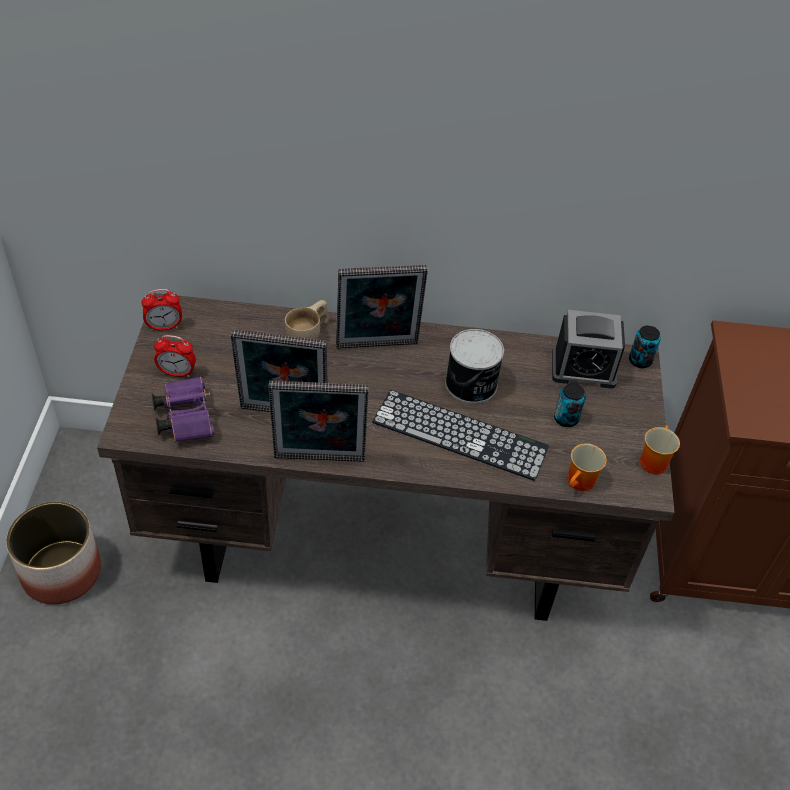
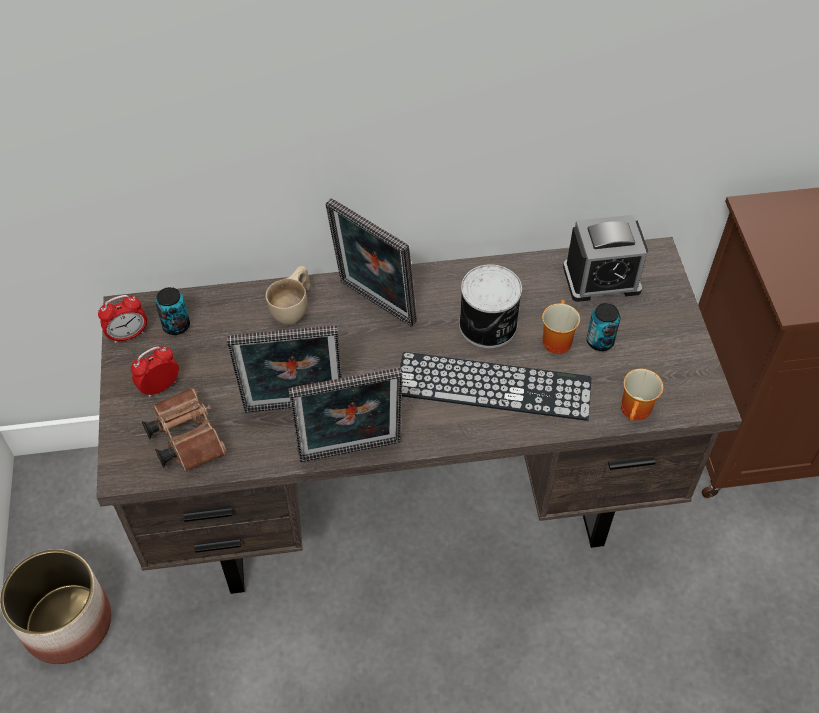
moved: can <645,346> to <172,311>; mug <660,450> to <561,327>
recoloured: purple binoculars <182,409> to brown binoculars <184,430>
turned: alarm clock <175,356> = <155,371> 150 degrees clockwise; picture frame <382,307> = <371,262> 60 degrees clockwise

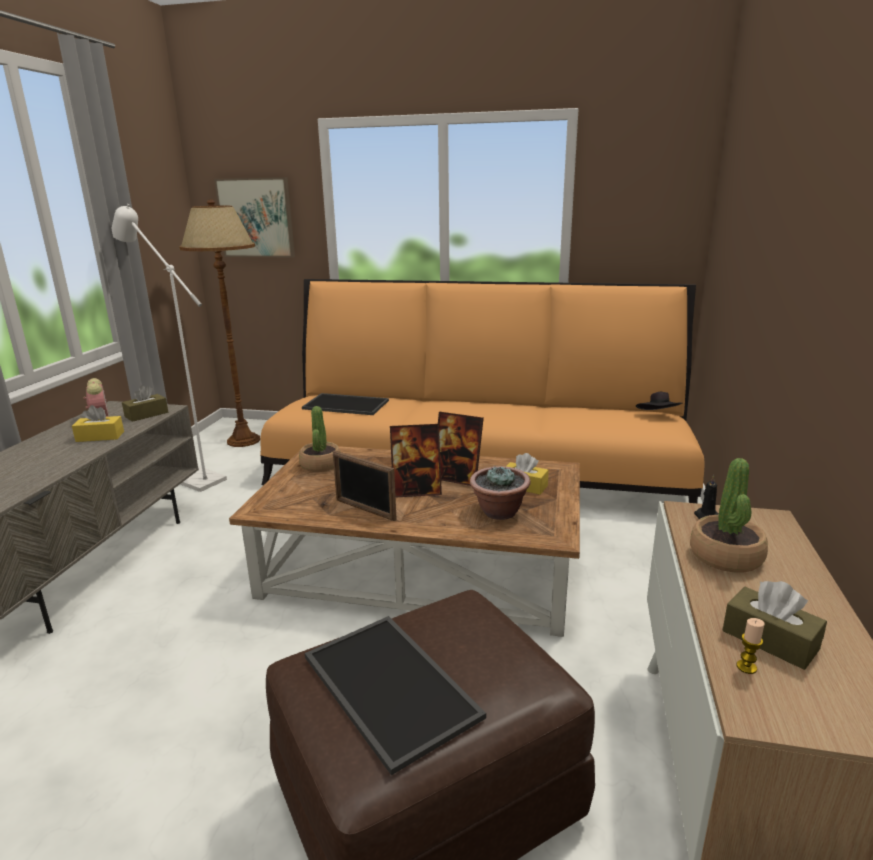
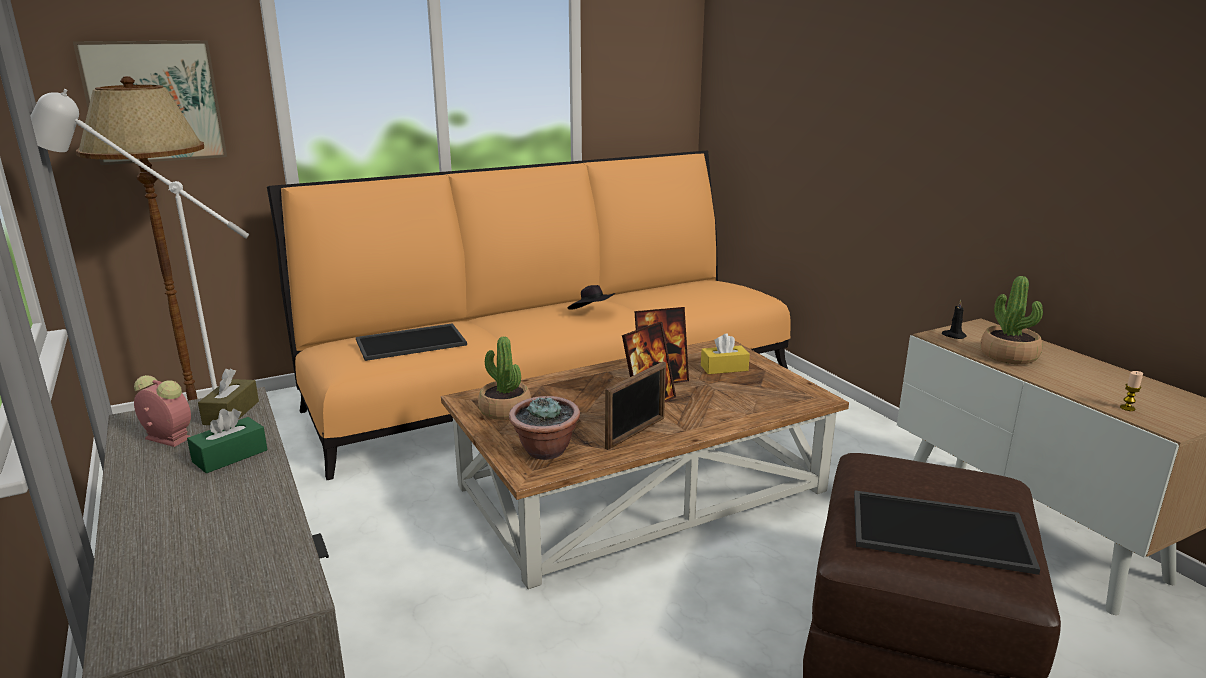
removed: brown tissue box <775,625>
moved: potted plant <500,493> to <544,428>; black hat <659,401> to <591,297>
recoloured: yellow tissue box <98,423> to green tissue box <227,441>
turned: picture frame <365,485> = <635,406> 45 degrees counterclockwise

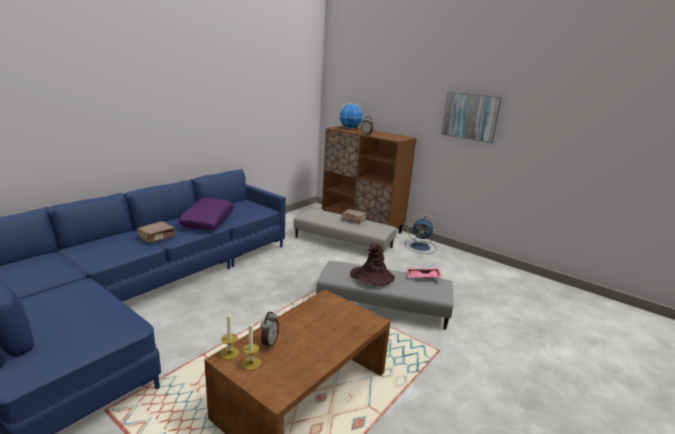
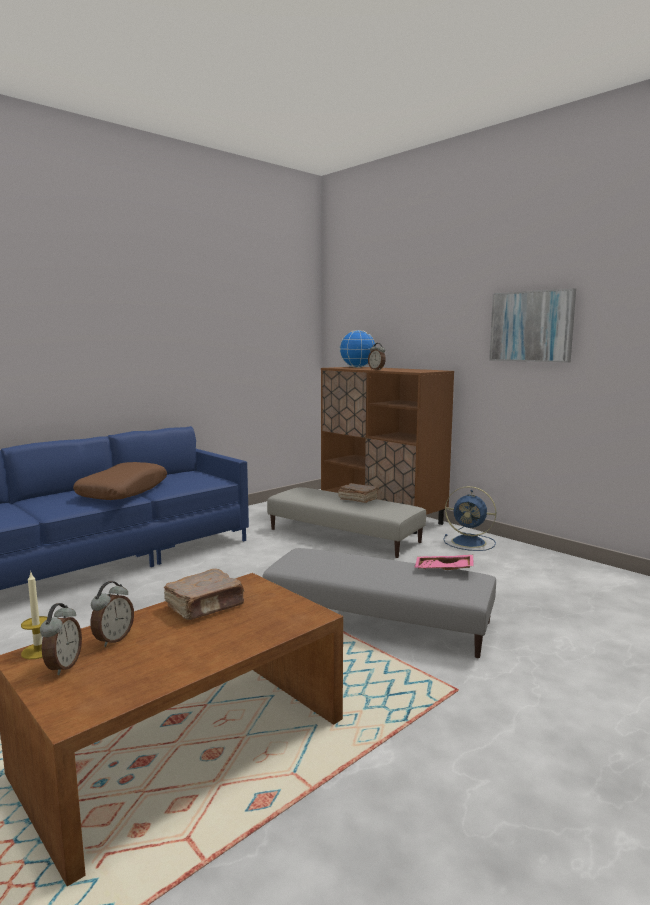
removed: brown hat <372,264>
moved: brown book <156,232> to <204,594>
replaced: candle <251,345> to alarm clock <61,639>
recoloured: purple pillow <206,214> to brown pillow <120,481>

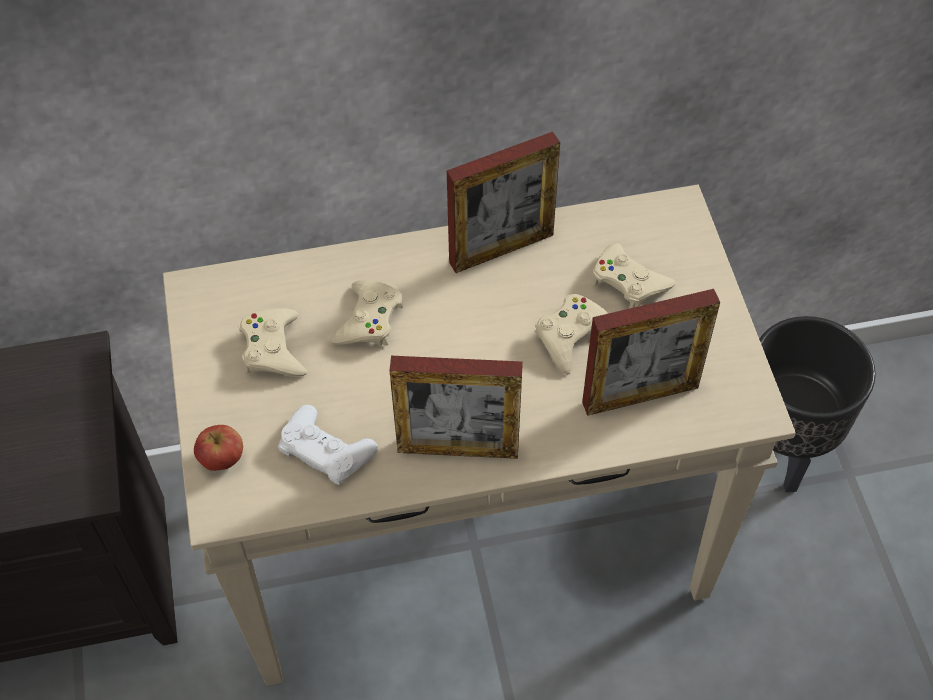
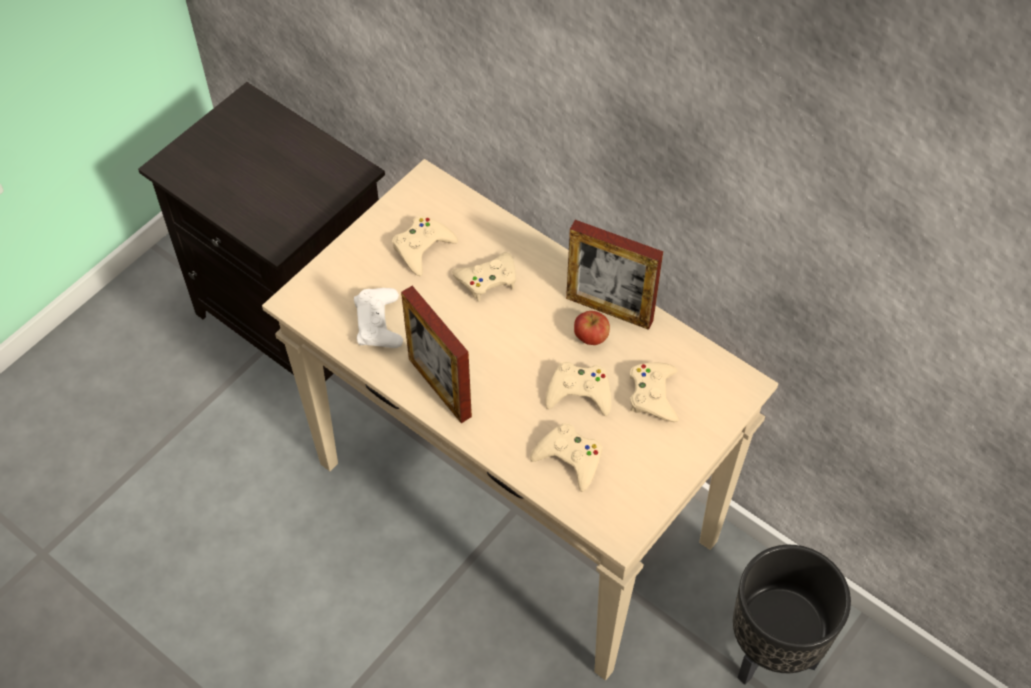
moved: apple <218,448> to <592,328>
replaced: picture frame <651,352> to beige game controller <566,457>

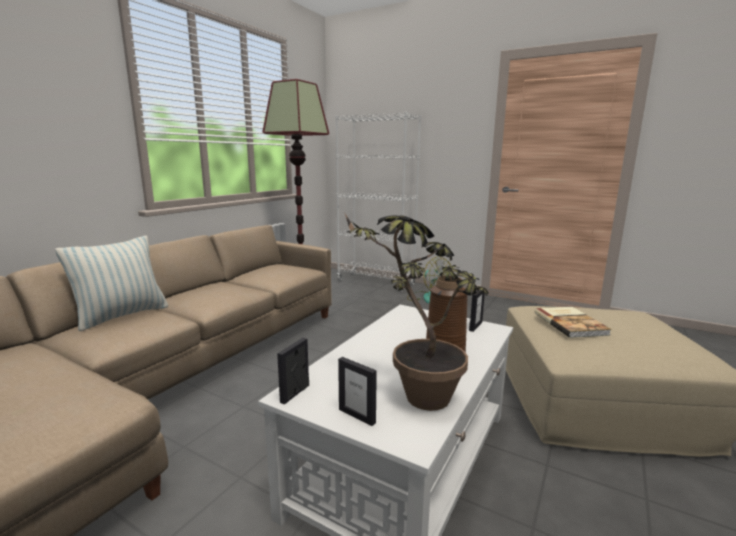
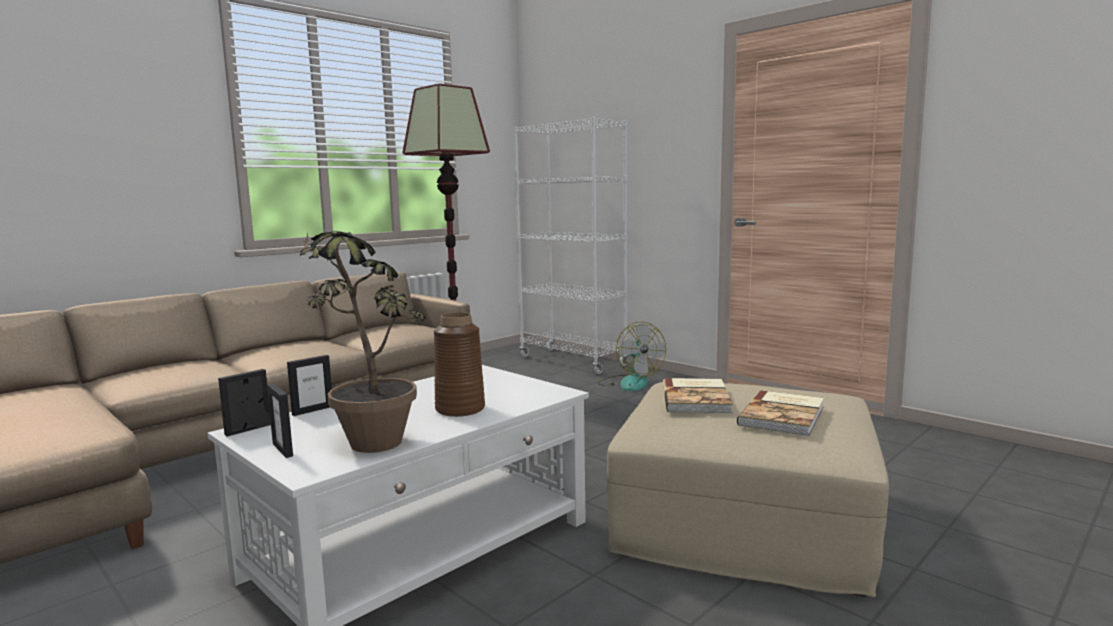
removed: pillow <111,283>
added: book <780,413>
moved: picture frame <477,311> to <309,385>

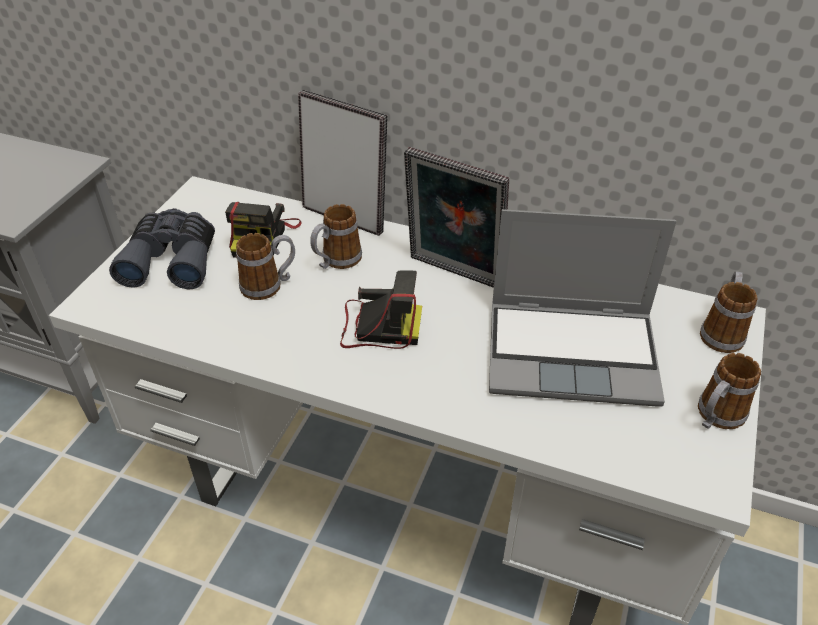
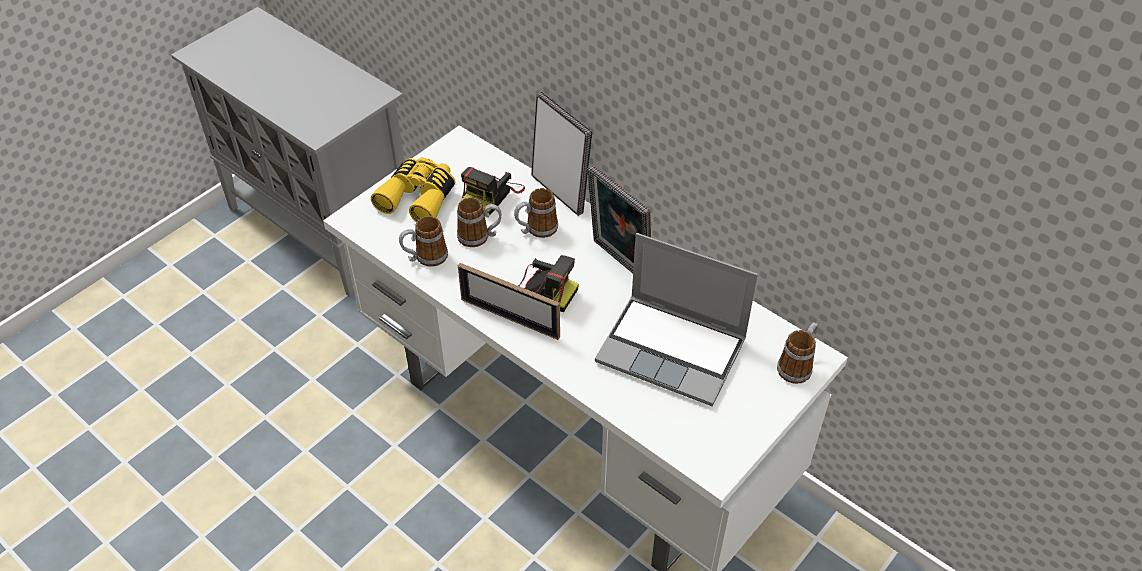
added: picture frame <509,301>
moved: mug <729,391> to <423,241>
recoloured: grey binoculars <162,248> to yellow binoculars <413,189>

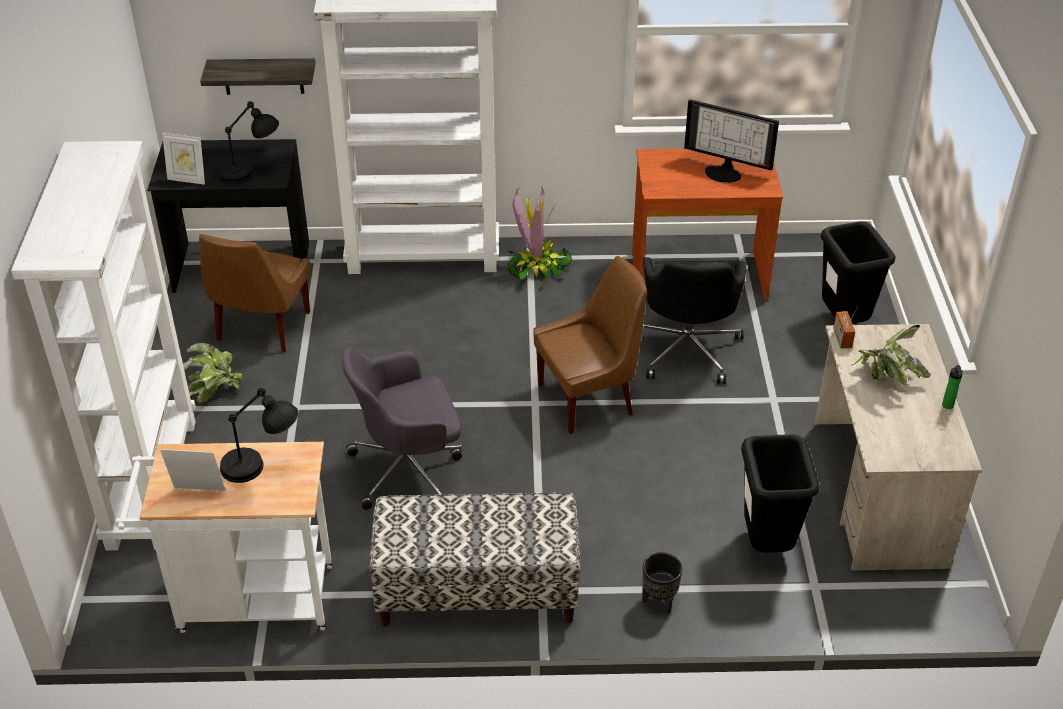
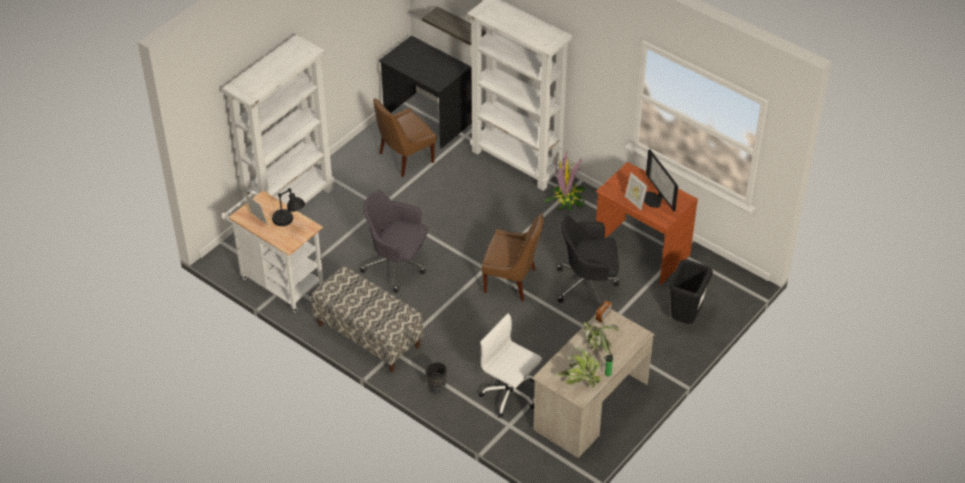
removed: black table lamp <249,142>
moved: potted plant <212,373> to <579,368>; picture frame <183,159> to <636,191>
replaced: black trash can <780,493> to white office chair <510,366>
turned: black office chair <695,320> = <588,260> 45 degrees clockwise

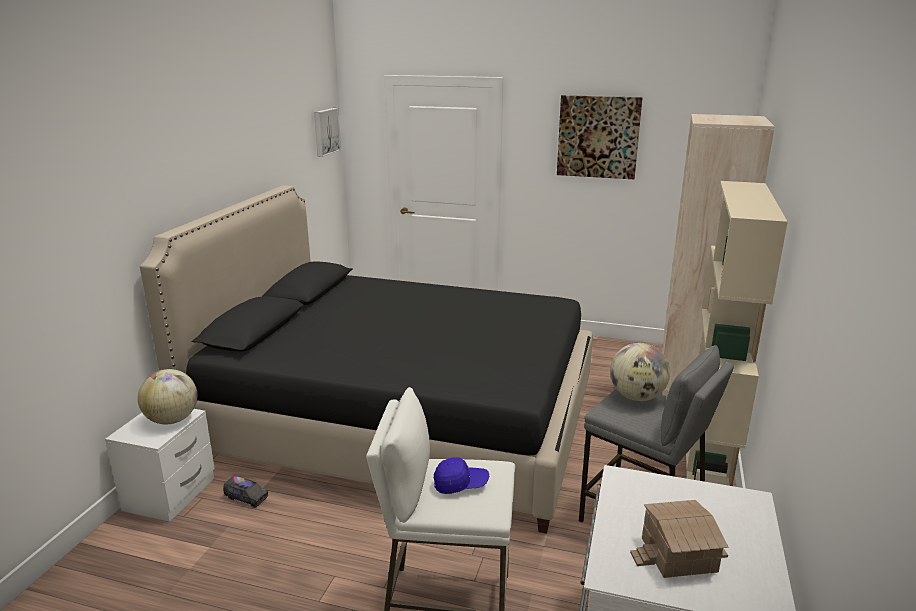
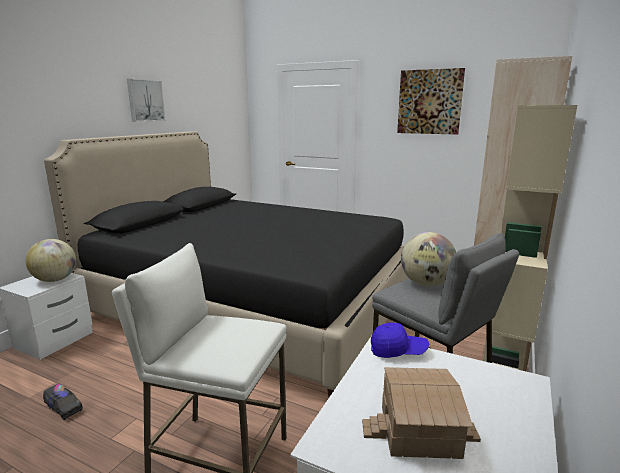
moved: toy truck <245,492> to <63,401>; picture <327,132> to <146,100>; blue cap <461,475> to <400,340>

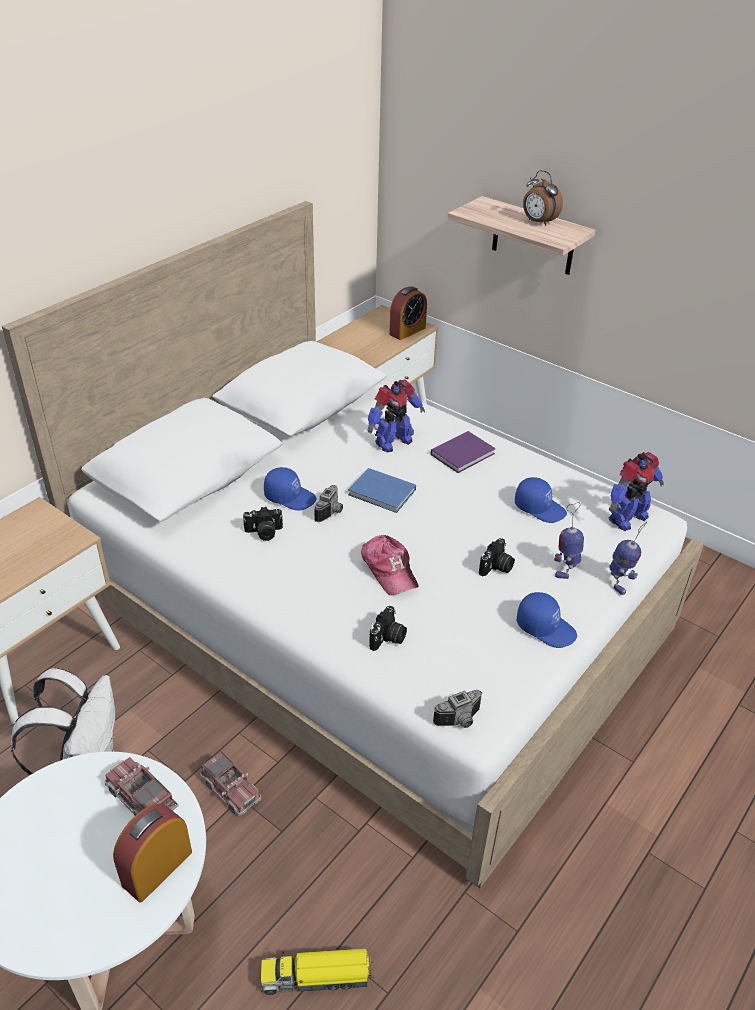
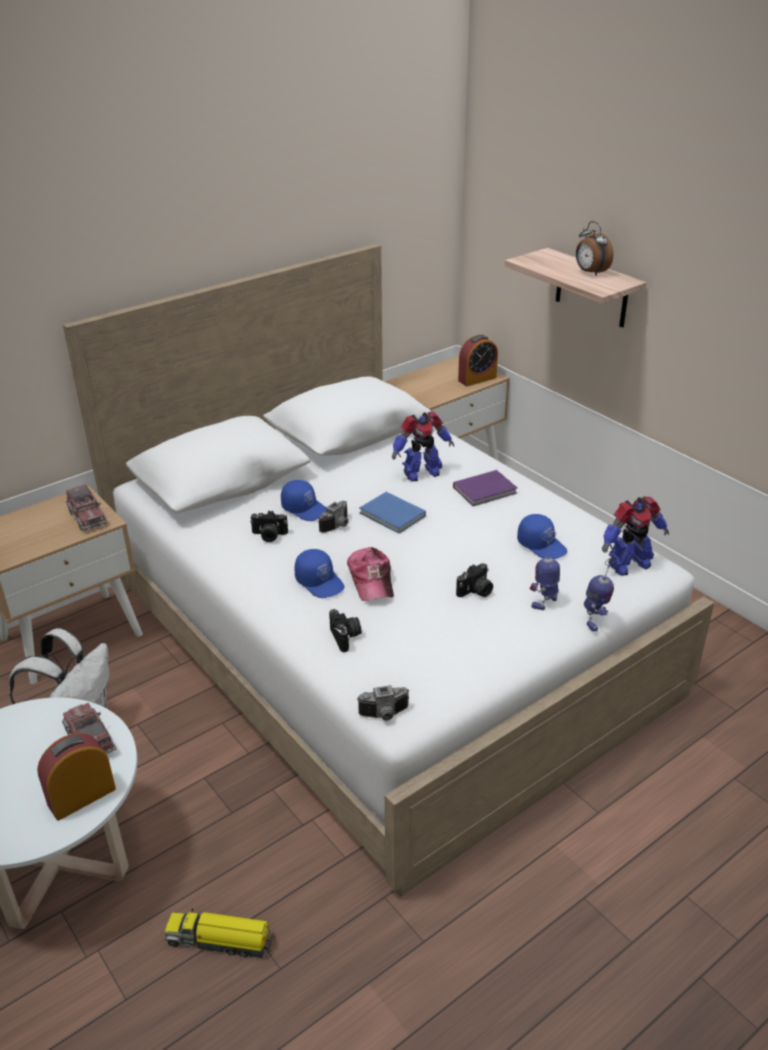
moved: toy truck <230,783> to <86,508>; blue cap <547,620> to <319,573>
turned: photo camera <388,628> = <345,630> 60 degrees counterclockwise

